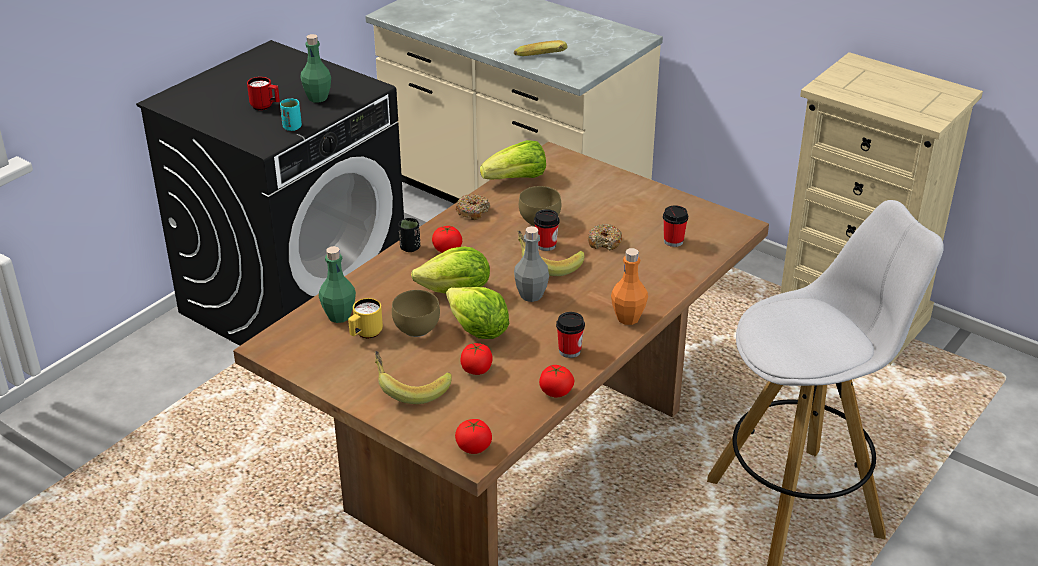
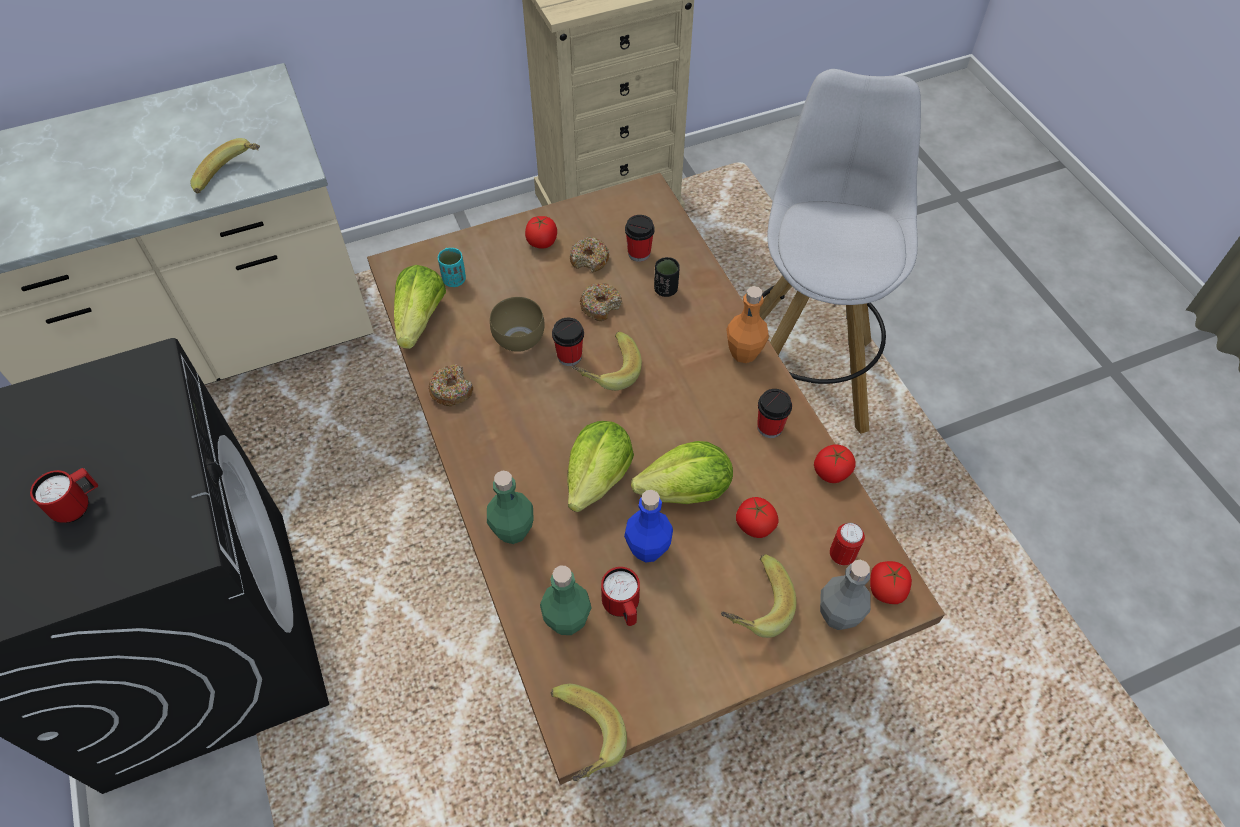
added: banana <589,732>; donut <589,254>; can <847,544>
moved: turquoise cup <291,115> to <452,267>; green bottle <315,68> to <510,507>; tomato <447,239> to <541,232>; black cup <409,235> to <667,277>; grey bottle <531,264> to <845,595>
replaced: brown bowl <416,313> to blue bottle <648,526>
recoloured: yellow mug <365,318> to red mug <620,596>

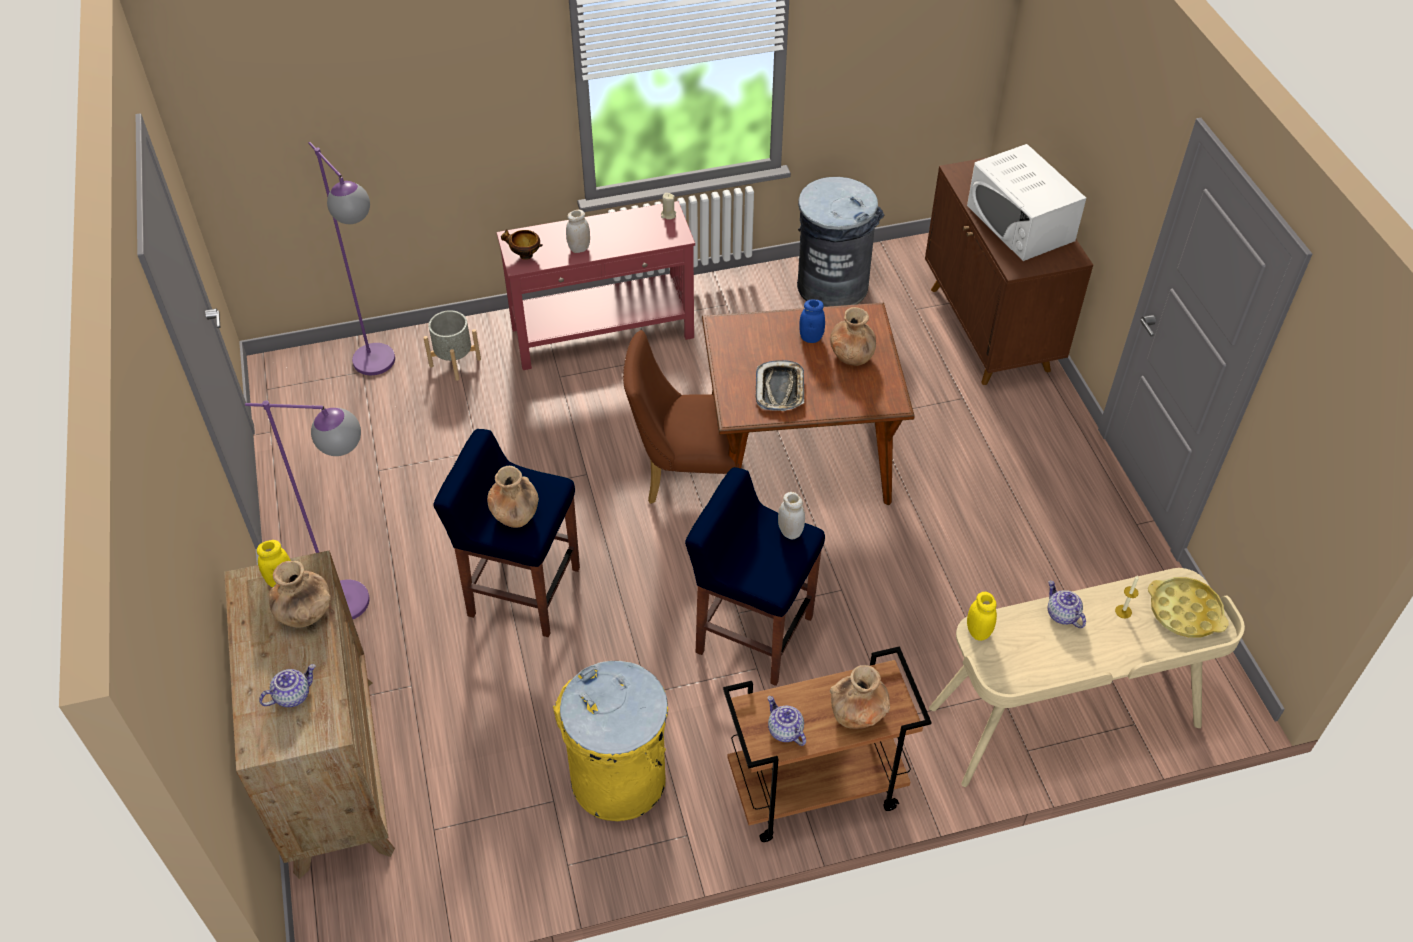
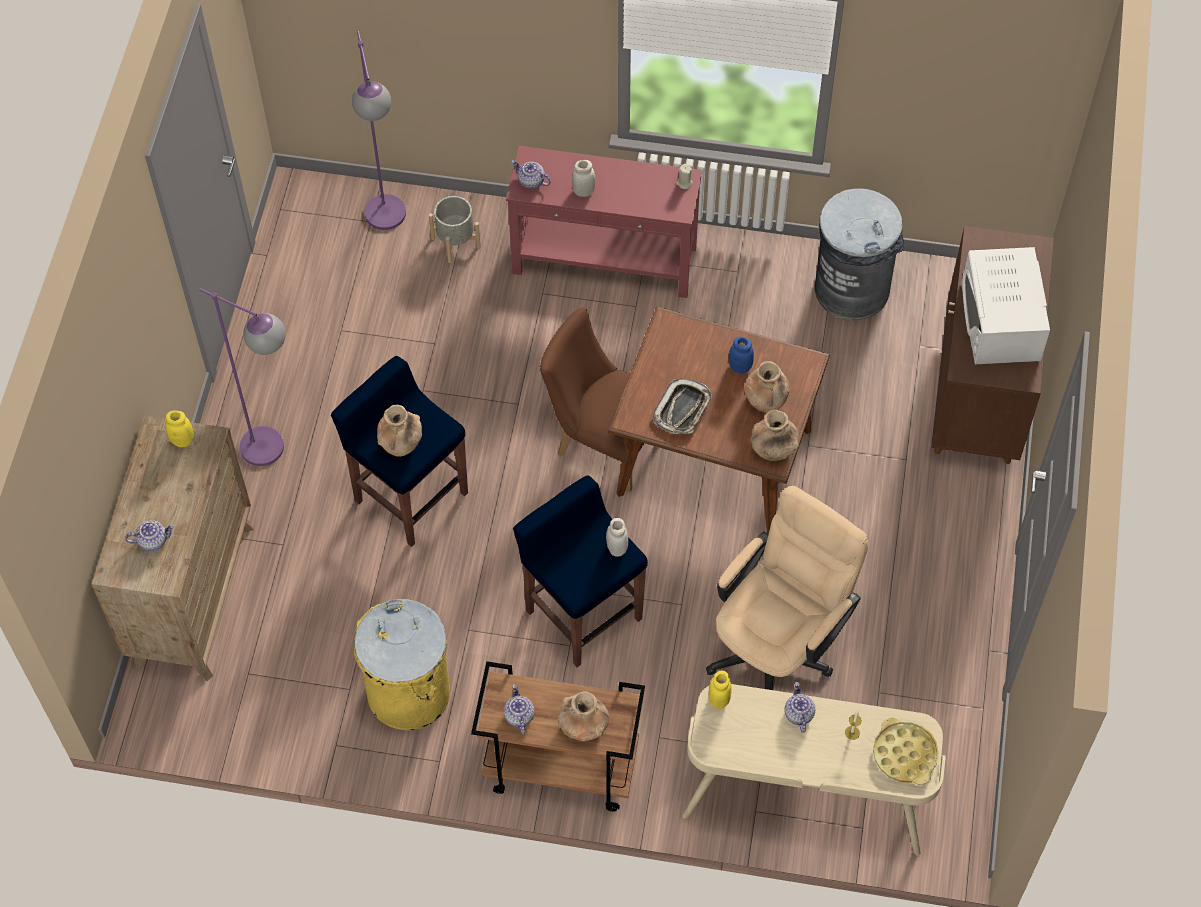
added: beige office chair <787,588>
moved: brown vase <300,594> to <775,435>
replaced: bowl <522,244> to teapot <531,174>

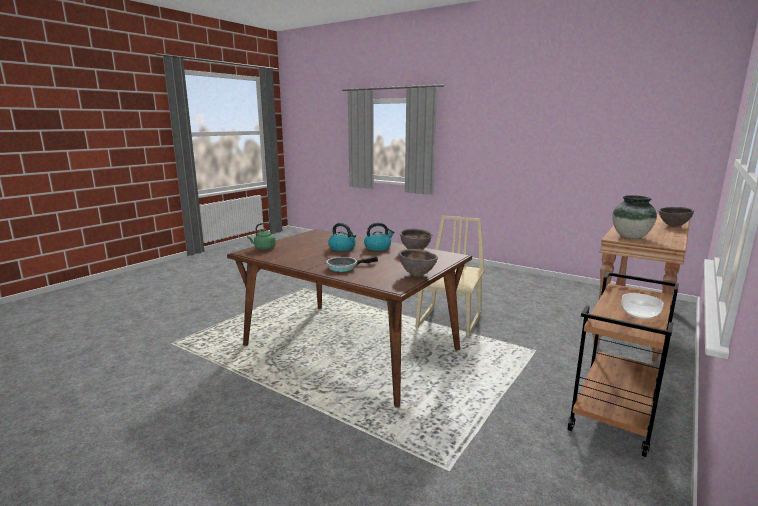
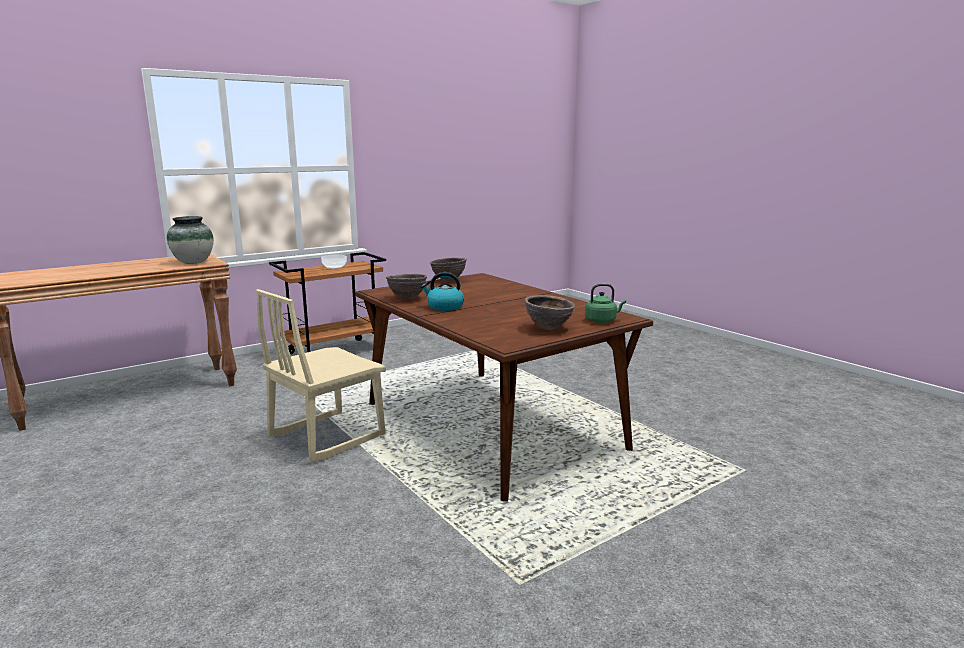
removed: frying pan <352,264>; kettle <342,237>
moved: brown bowl <676,217> to <550,312>

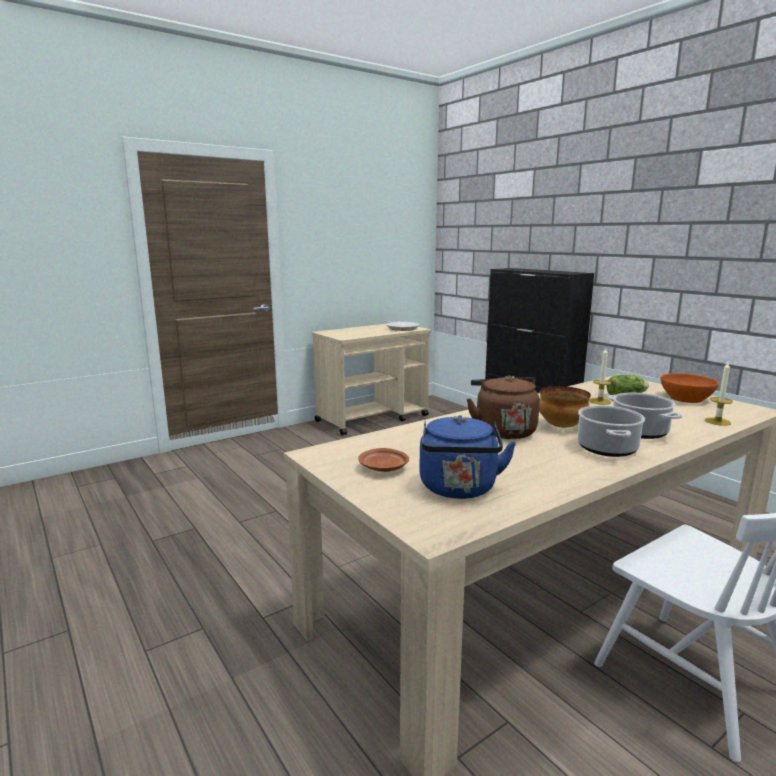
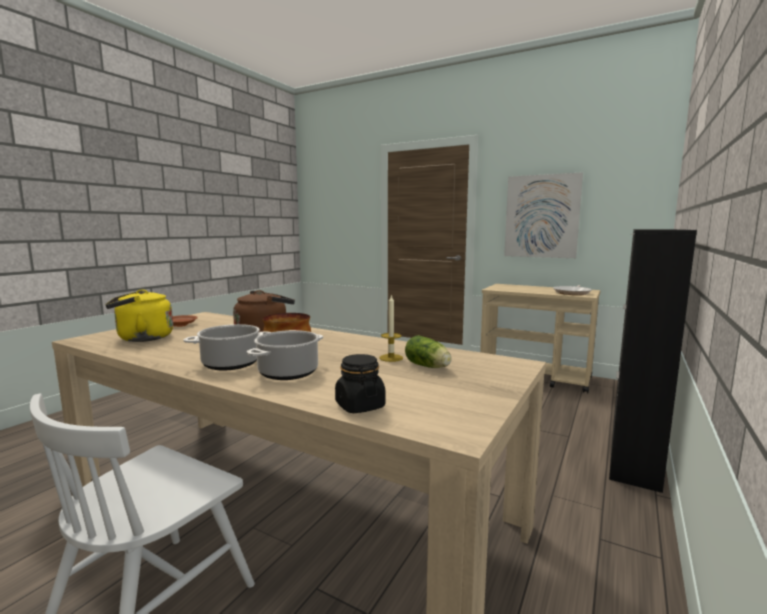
removed: orange bowl <690,388>
added: picture <543,215>
replaced: candle <719,394> to black jar <360,383>
recoloured: blue kettle <467,457> to yellow kettle <139,315>

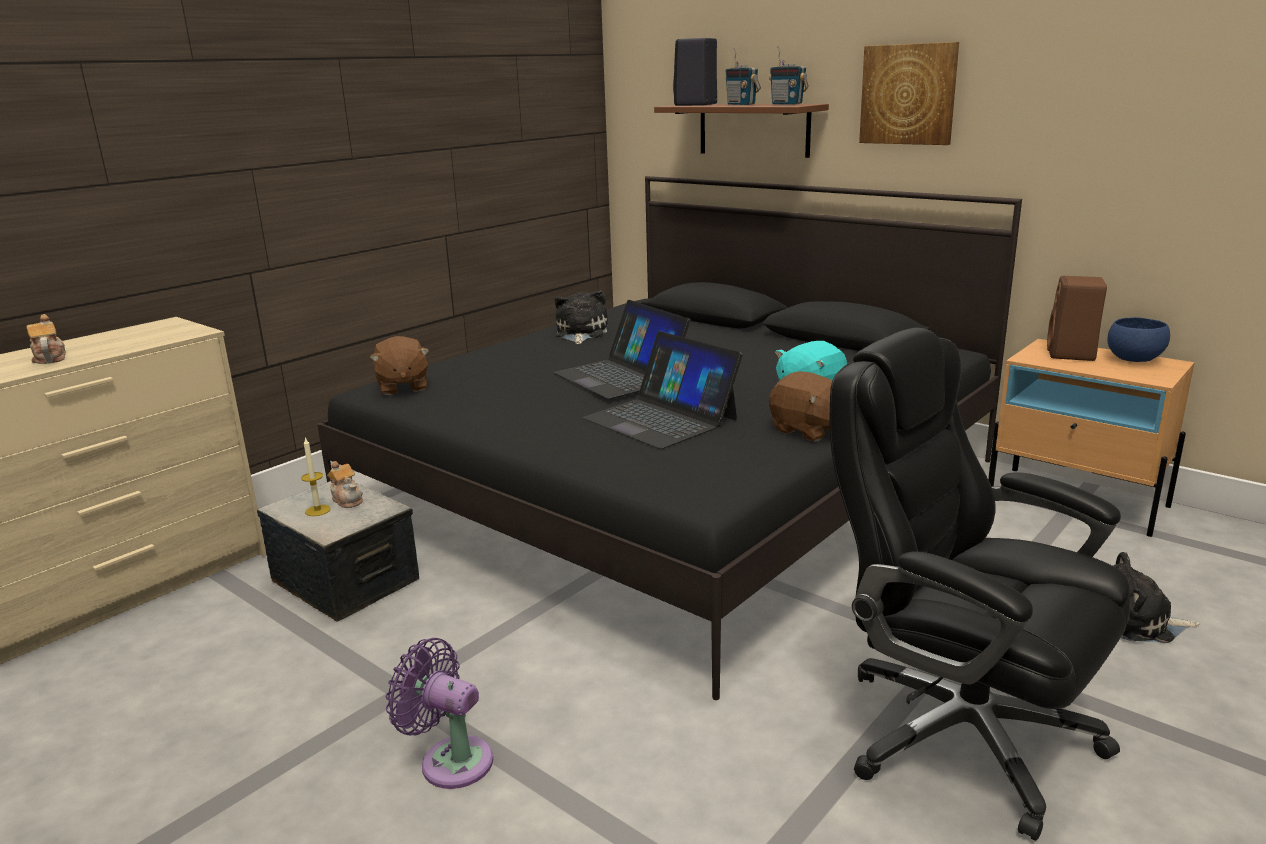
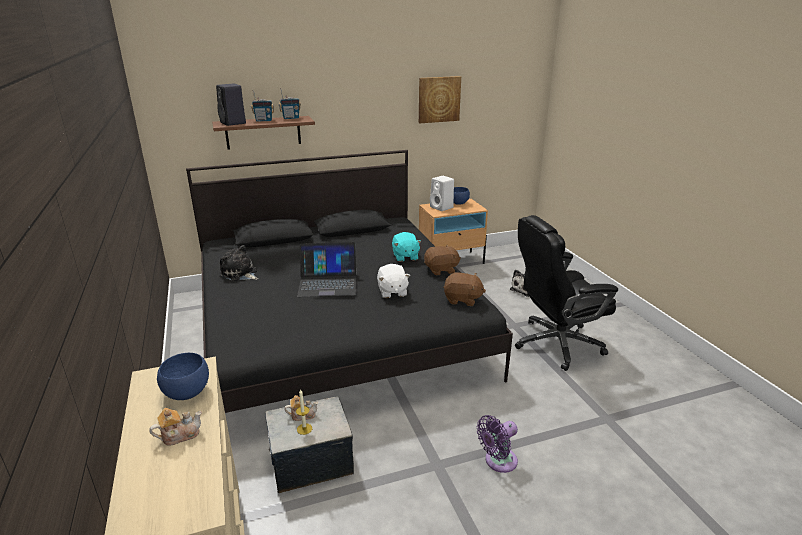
added: blue bowl <183,376>
moved: picture <909,93> to <440,99>; brown plush toy <399,365> to <464,289>
replaced: laptop <662,390> to white plush toy <393,281>
recoloured: brown speaker <1077,318> to white speaker <442,193>
turned: teapot <46,339> = <176,427> 150 degrees clockwise

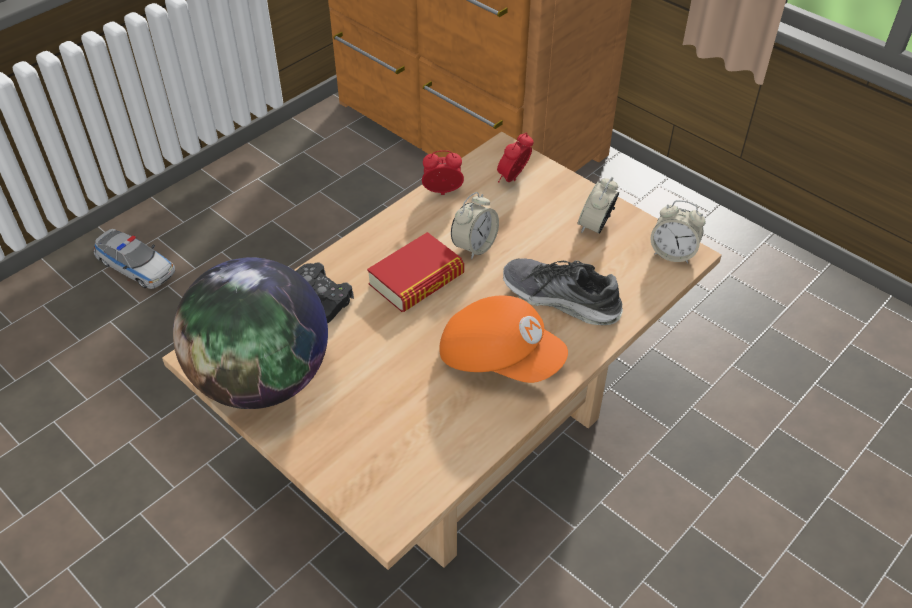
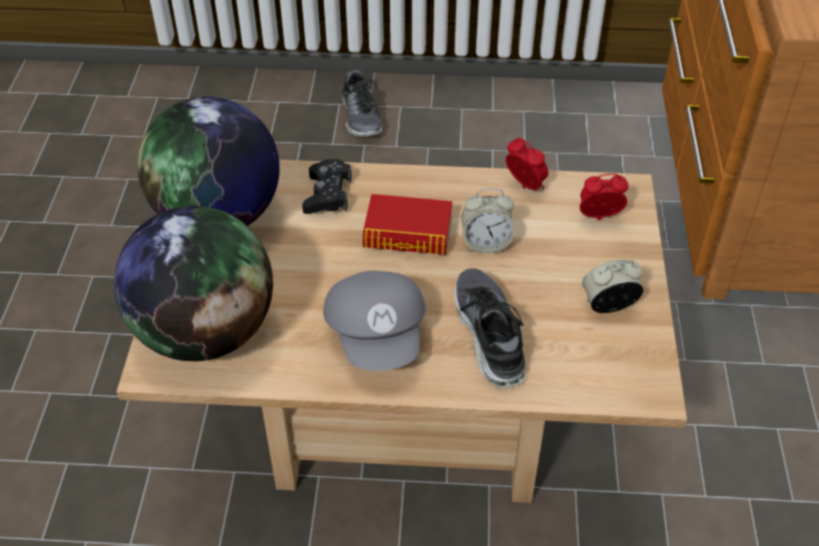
removed: alarm clock <678,231>
added: globe <193,283>
replaced: toy car <134,259> to shoe <362,103>
recoloured: orange cap <503,339> to grey cap <374,321>

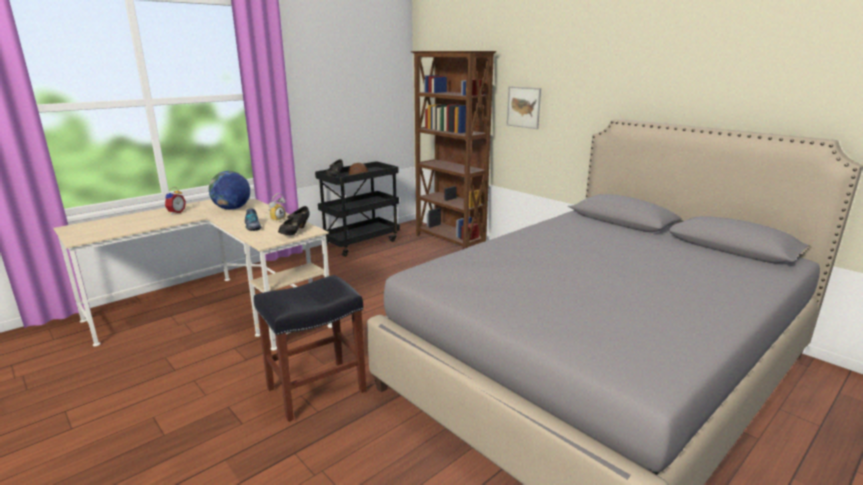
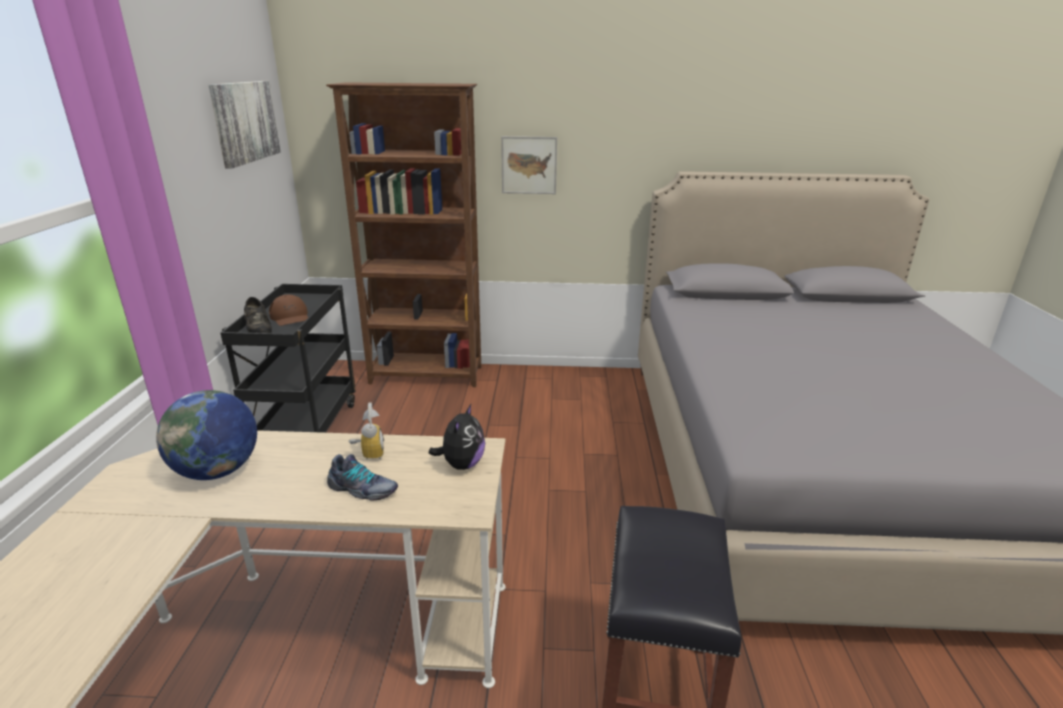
removed: alarm clock <175,201>
added: picture <245,124>
replaced: black shoe <293,220> to plush toy <457,437>

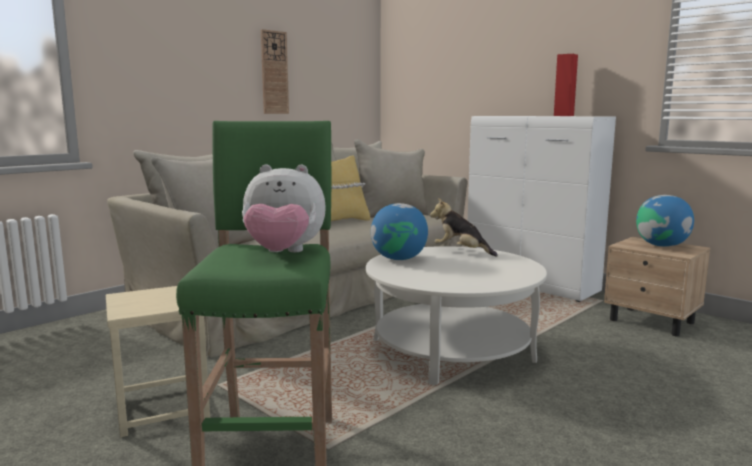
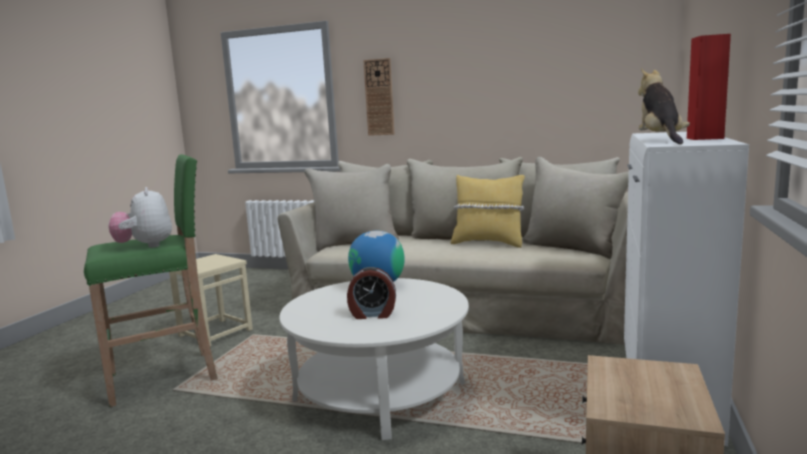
removed: globe <665,221>
added: alarm clock <371,293>
moved: wall clock <275,71> to <378,97>; plush toy <464,227> to <664,106>

